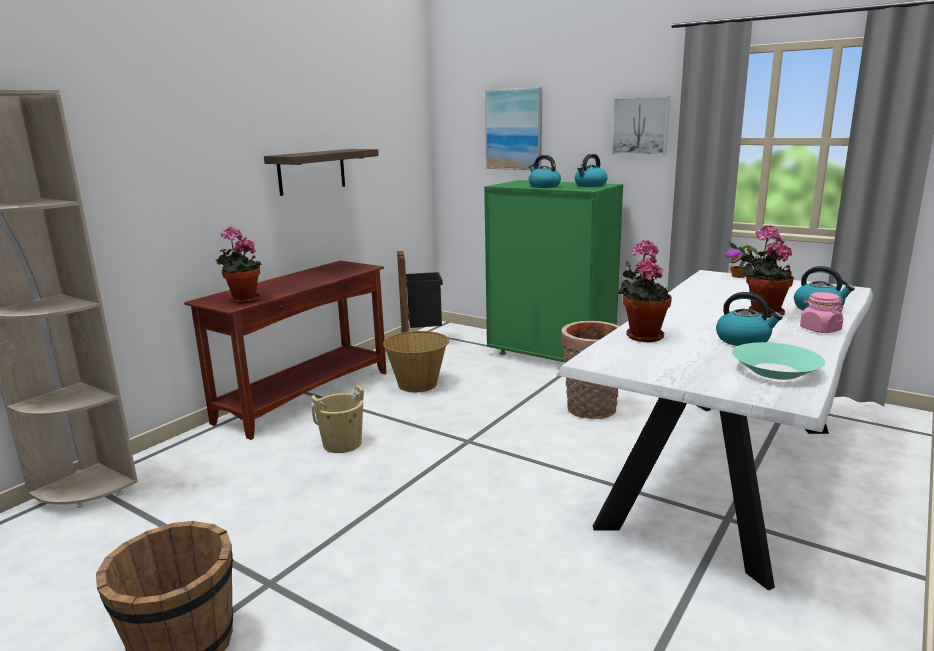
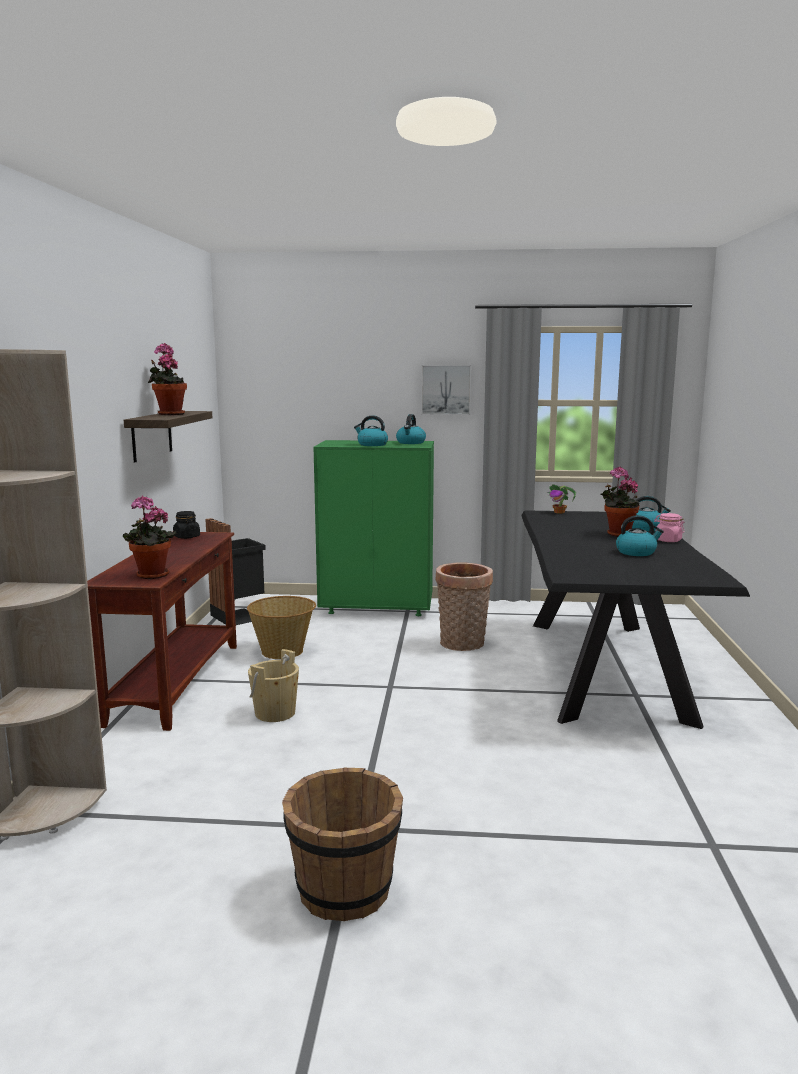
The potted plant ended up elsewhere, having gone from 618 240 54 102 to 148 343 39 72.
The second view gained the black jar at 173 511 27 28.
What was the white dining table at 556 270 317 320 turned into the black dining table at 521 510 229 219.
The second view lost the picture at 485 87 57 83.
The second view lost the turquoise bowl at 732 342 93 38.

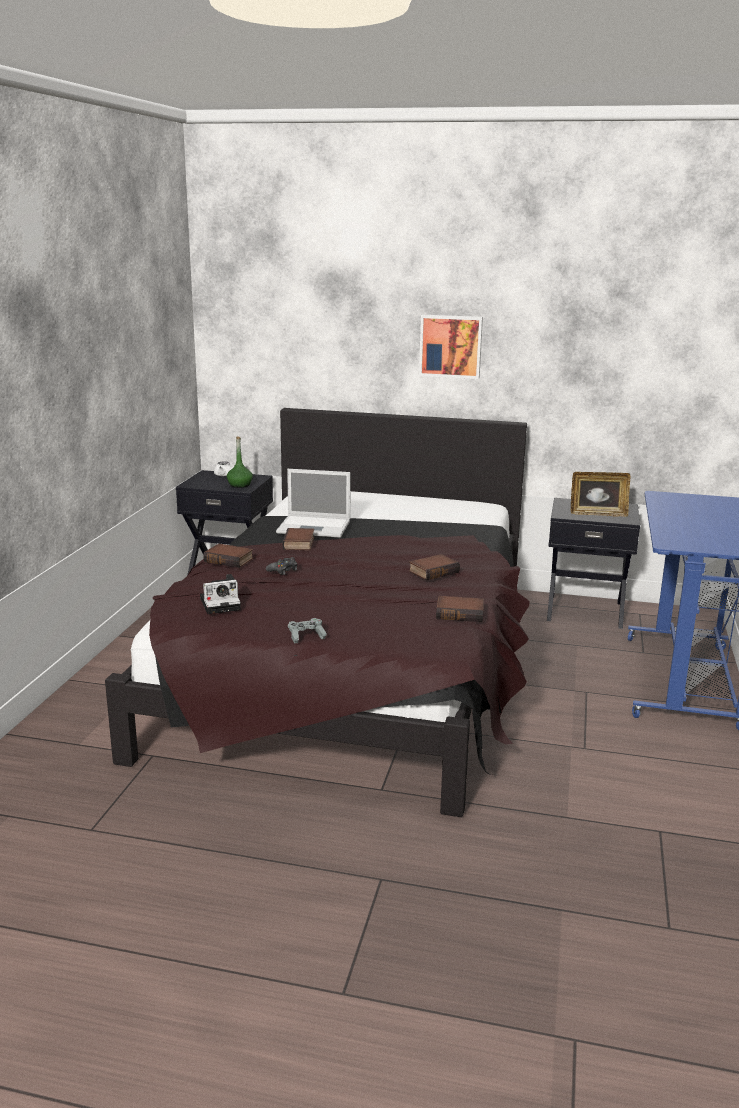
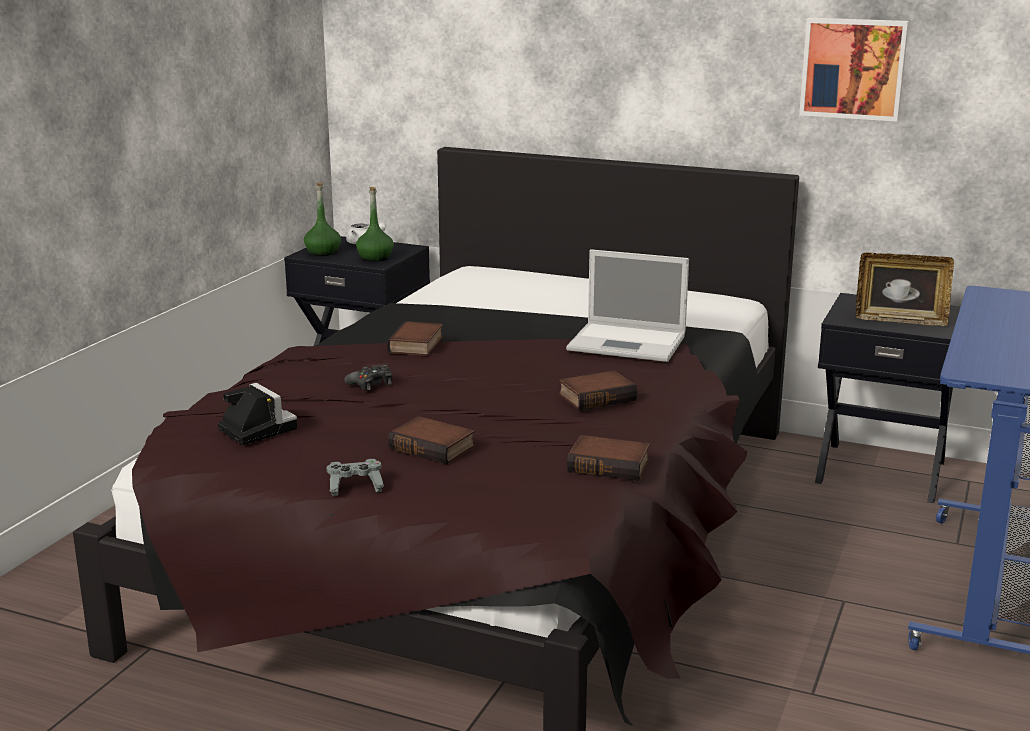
The photo camera at 200 574 41 40 ended up facing another way, 120 degrees counterclockwise from before.
The second view gained the green bottle at 304 183 37 73.
The book ended up elsewhere, having gone from 203 544 51 24 to 388 416 87 48.
The laptop ended up elsewhere, having gone from 276 469 75 69 to 566 249 123 113.
The picture ended up elsewhere, having gone from 419 315 64 64 to 799 18 110 104.

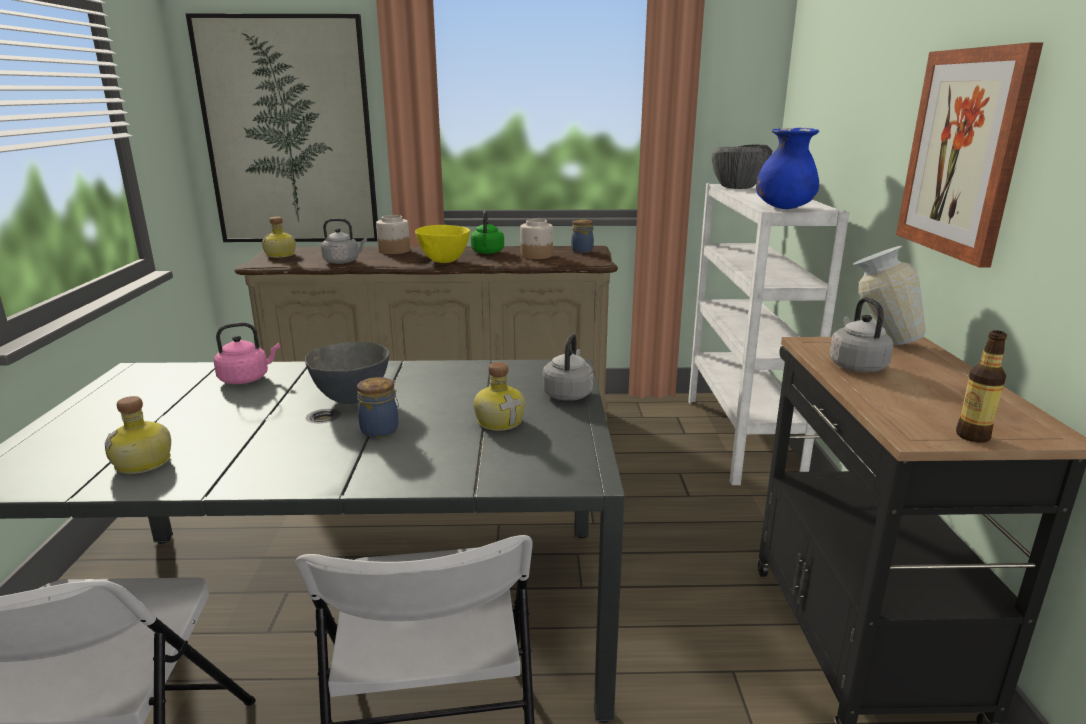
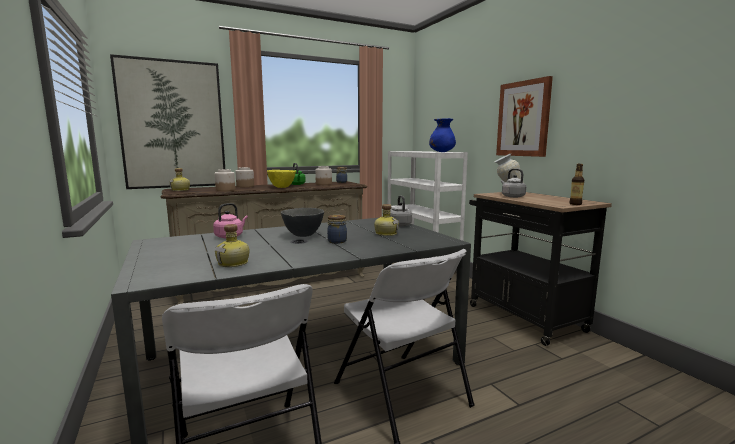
Where the grey kettle stood at 321 218 46 46, the jar came to stand at 215 169 21 22.
The second view lost the bowl at 712 144 60 45.

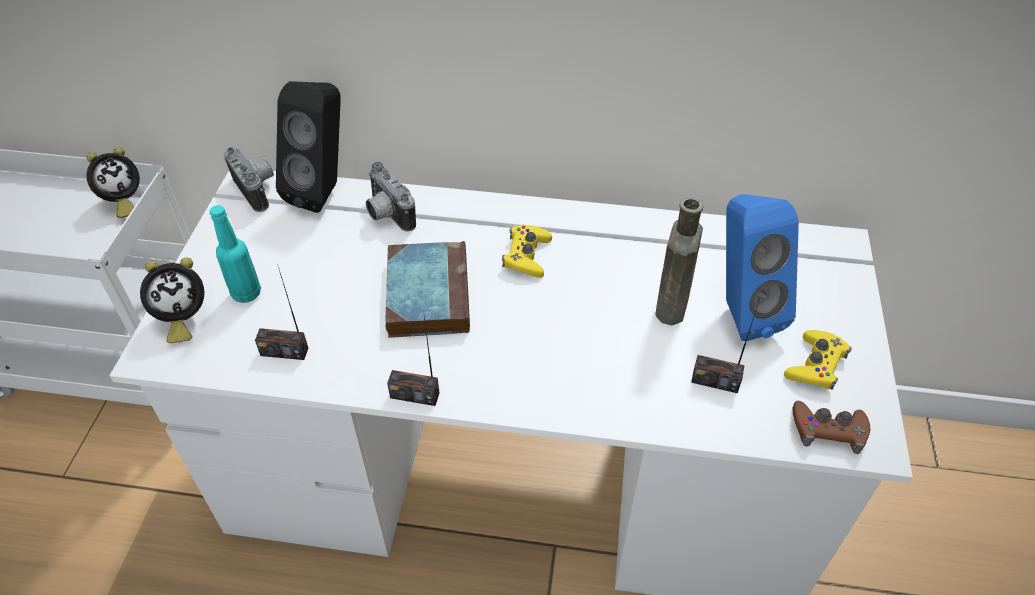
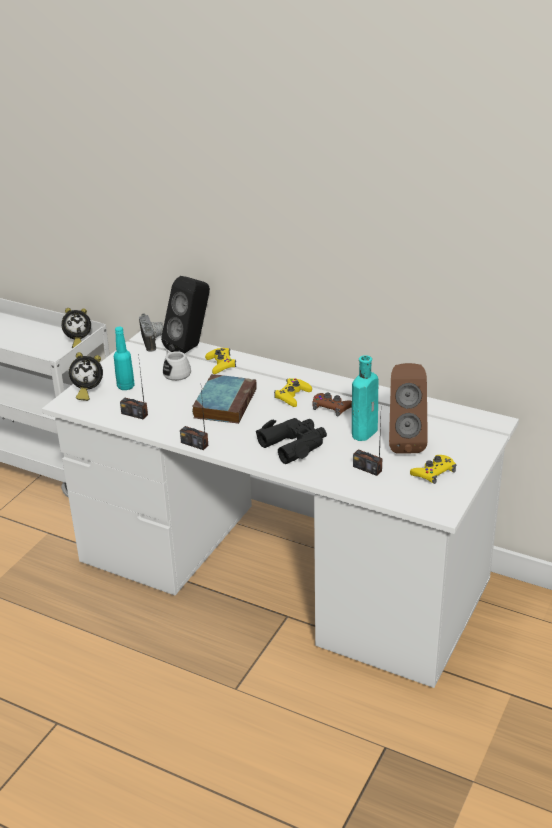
The second view gained the white mug at 163 350 28 31.
Where the photo camera stood at 366 162 50 70, the yellow game controller came to stand at 205 348 31 26.
The second view gained the black binoculars at 256 418 71 46.
The brown game controller ended up elsewhere, having gone from 792 401 79 53 to 313 393 39 23.
What was the brown bottle at 655 197 48 128 turned into the turquoise bottle at 352 355 27 86.
What was the blue speaker at 726 194 73 147 turned into the brown speaker at 389 363 39 91.

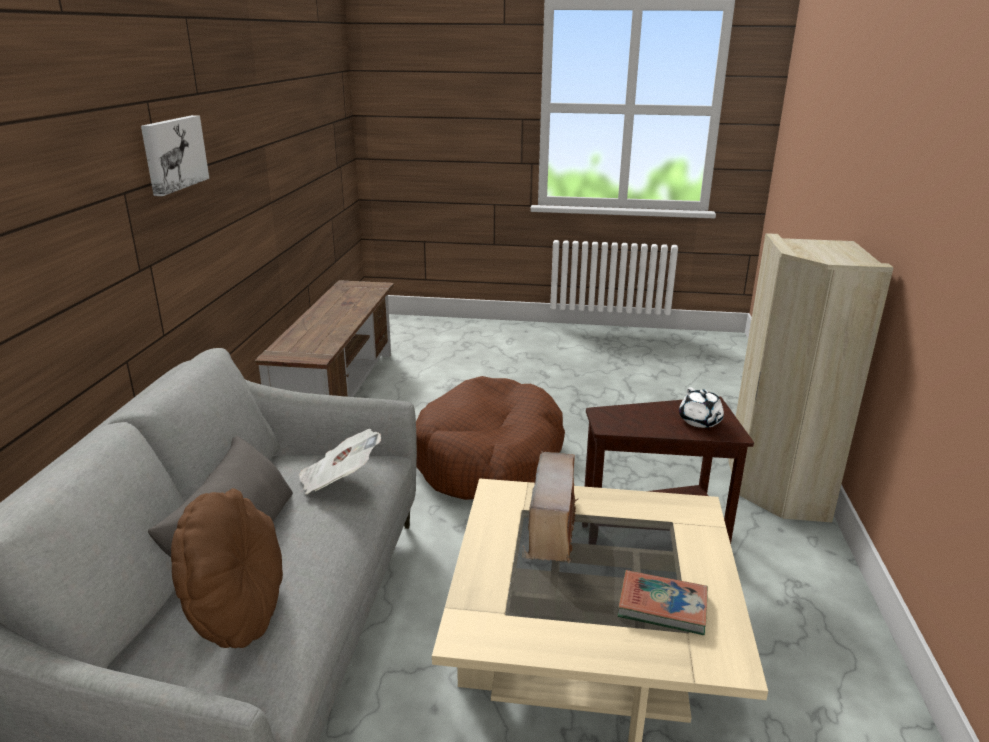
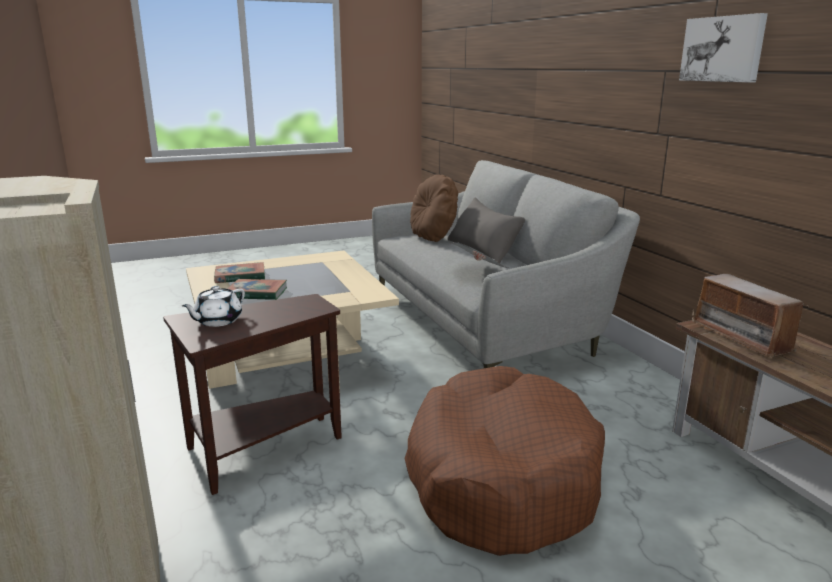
The white teapot at 679 387 45 41 ended up facing another way, 105 degrees counterclockwise from before.
The second view gained the book at 227 279 60 21.
The radio ended up elsewhere, having gone from 522 451 56 112 to 692 274 117 85.

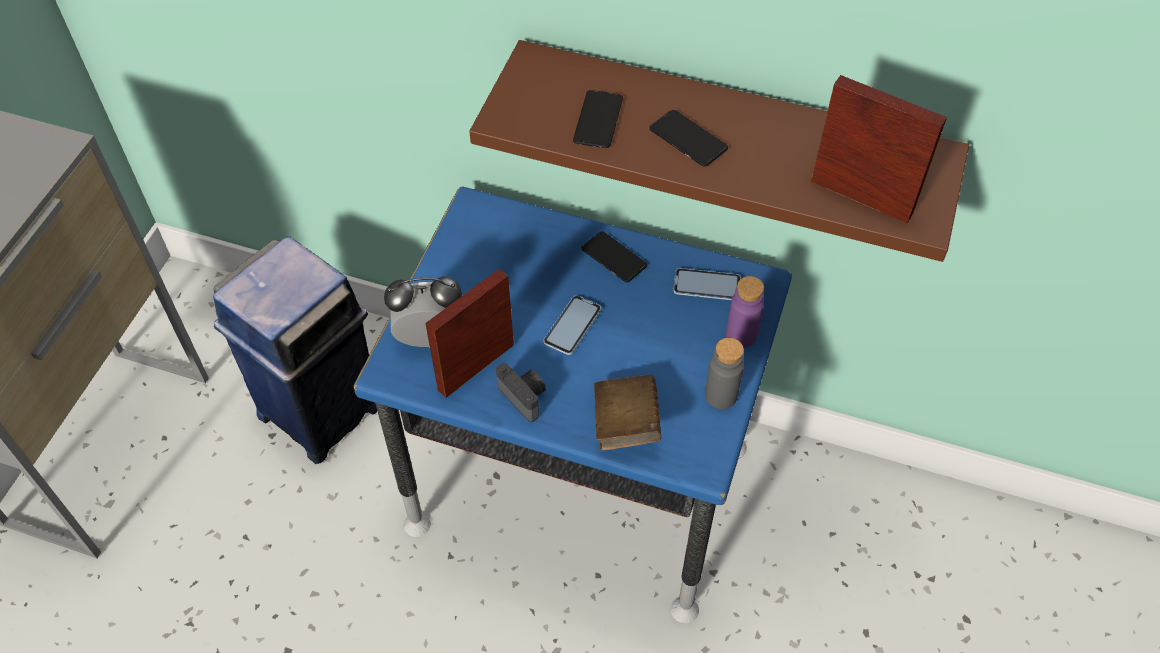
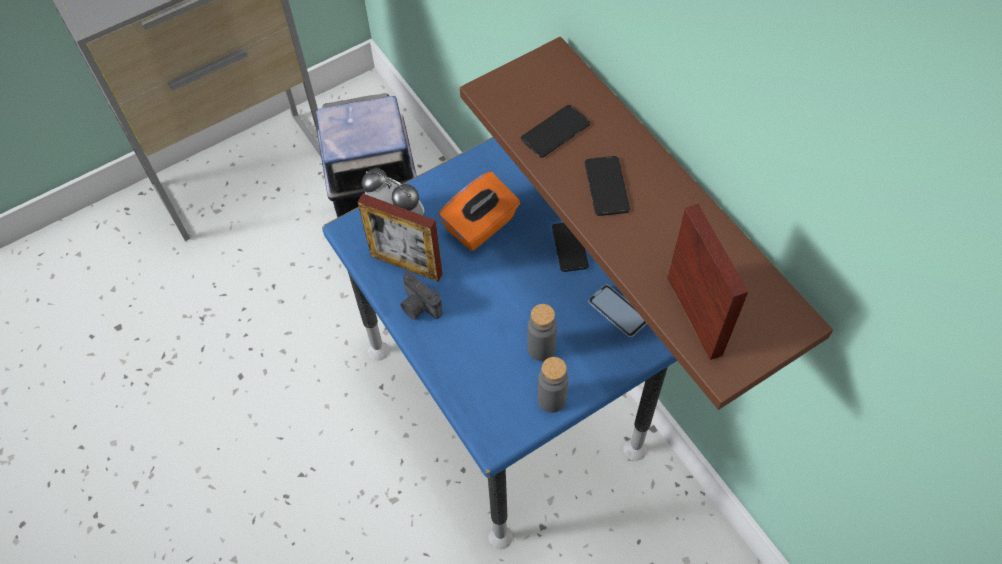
The picture frame at 425 269 89 129 ended up facing another way, 150 degrees counterclockwise from before.
The photo camera at 496 363 50 59 ended up facing another way, 135 degrees clockwise from before.
The second view gained the orange tissue box at 439 172 81 79.
The second view gained the grey bottle at 527 304 30 57.
The second view lost the phone at 544 295 57 60.
The second view lost the brown book at 594 375 68 76.
The second view lost the purple bottle at 726 276 38 72.

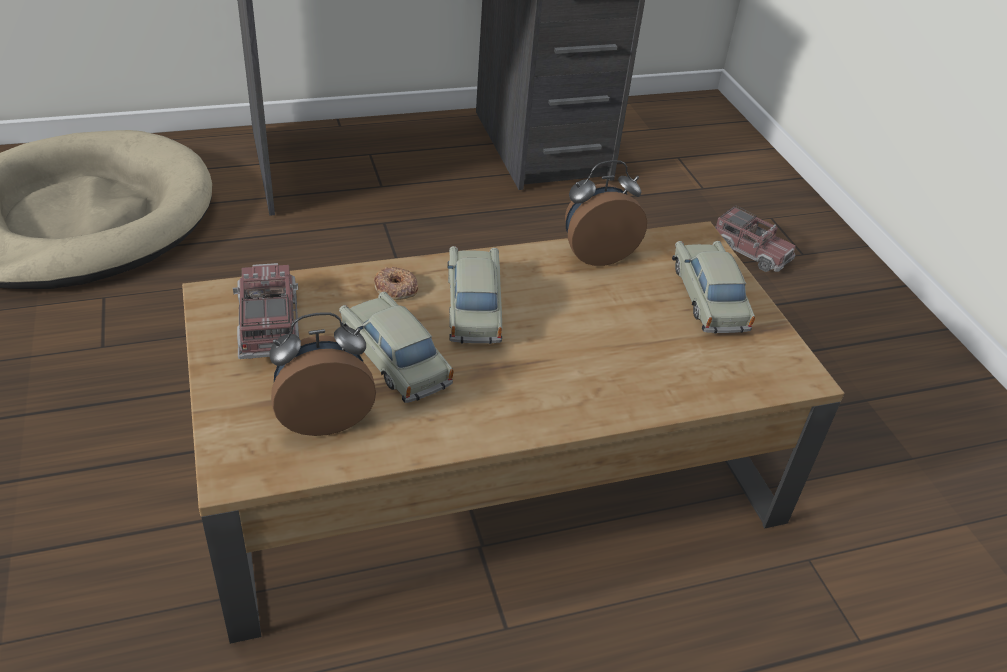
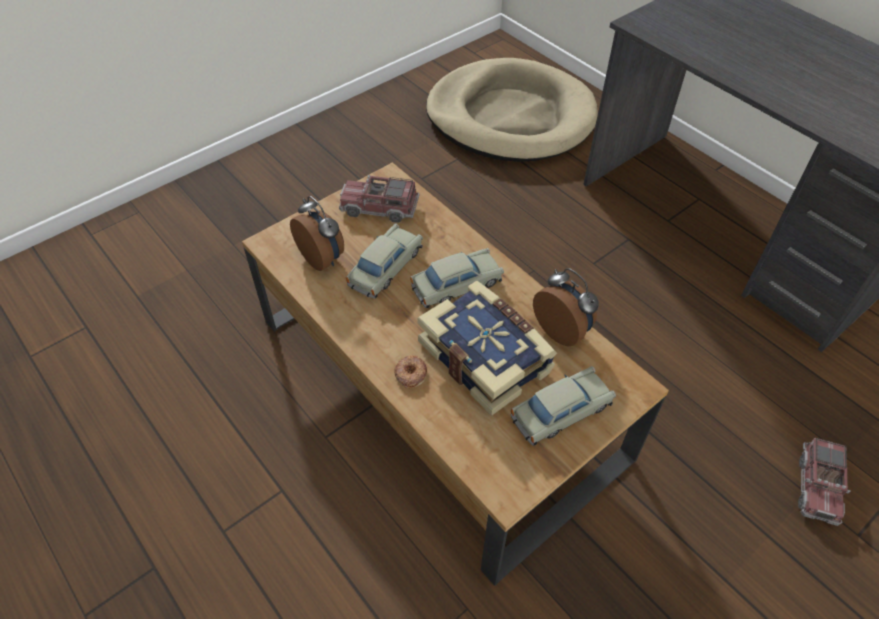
The toy truck at 233 263 66 96 ended up facing another way, 135 degrees counterclockwise from before.
The donut ended up elsewhere, having gone from 374 266 44 34 to 394 355 33 33.
The second view gained the book at 417 281 140 135.

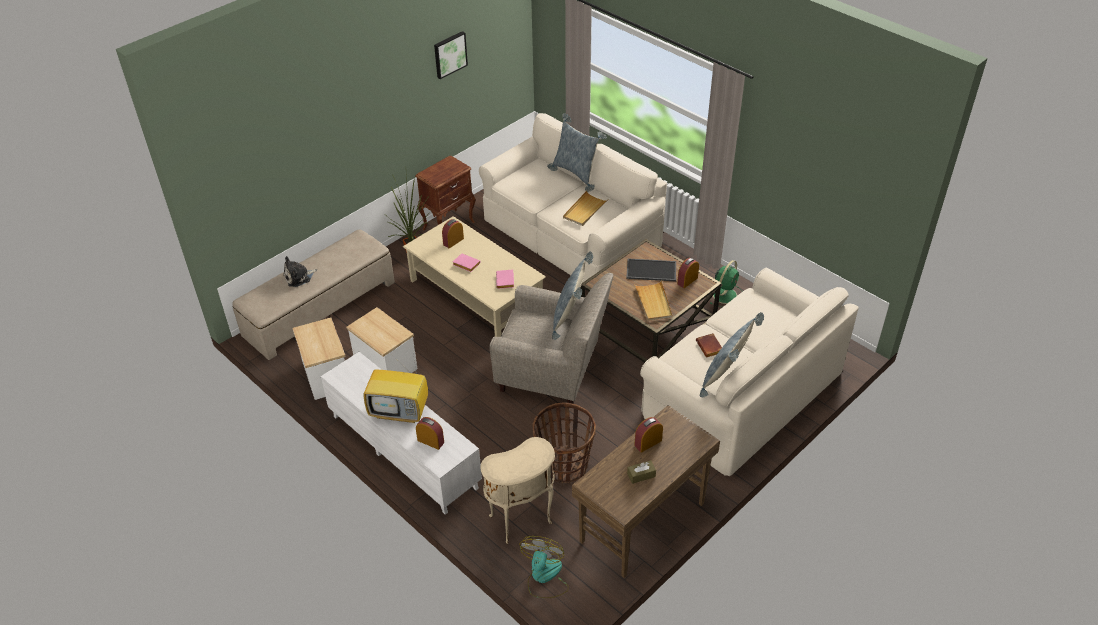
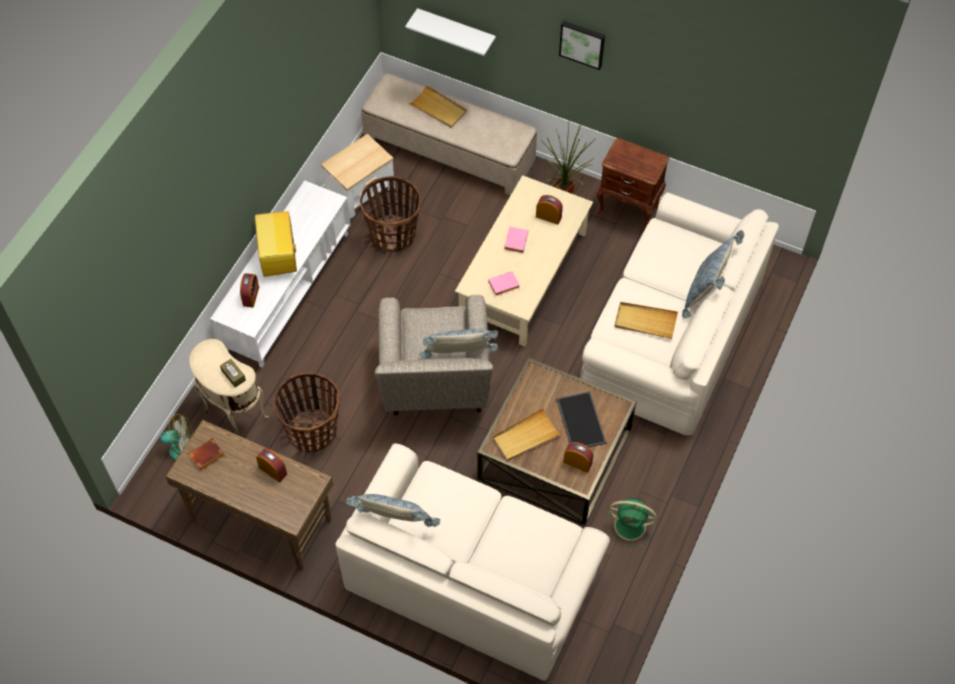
The brown book ended up elsewhere, having gone from 696 333 26 24 to 188 438 37 33.
The brown tissue box ended up elsewhere, having gone from 627 460 29 24 to 220 359 26 28.
Where the side table stood at 346 307 71 66, the basket came to stand at 360 176 61 76.
The second view gained the white shelf at 405 8 91 48.
Where the plush toy stood at 283 256 34 31, the beige tray came to stand at 409 85 58 43.
The picture ended up elsewhere, having gone from 434 31 34 48 to 559 21 46 49.

